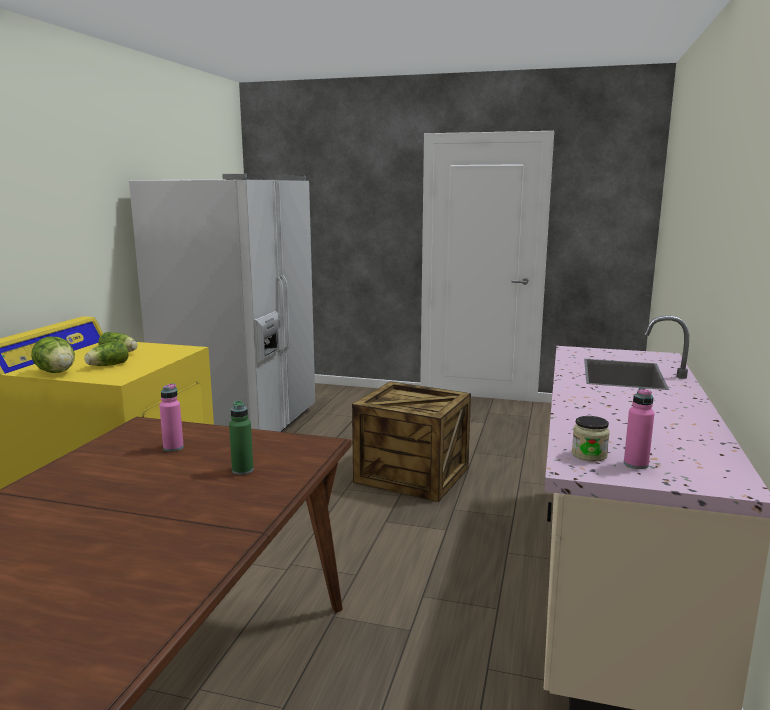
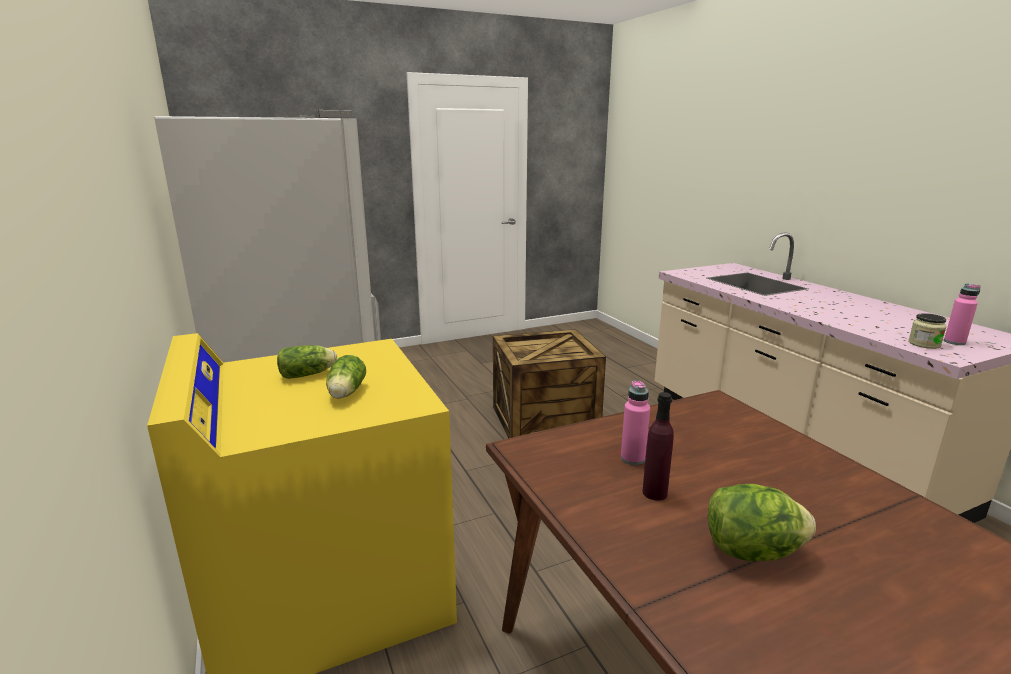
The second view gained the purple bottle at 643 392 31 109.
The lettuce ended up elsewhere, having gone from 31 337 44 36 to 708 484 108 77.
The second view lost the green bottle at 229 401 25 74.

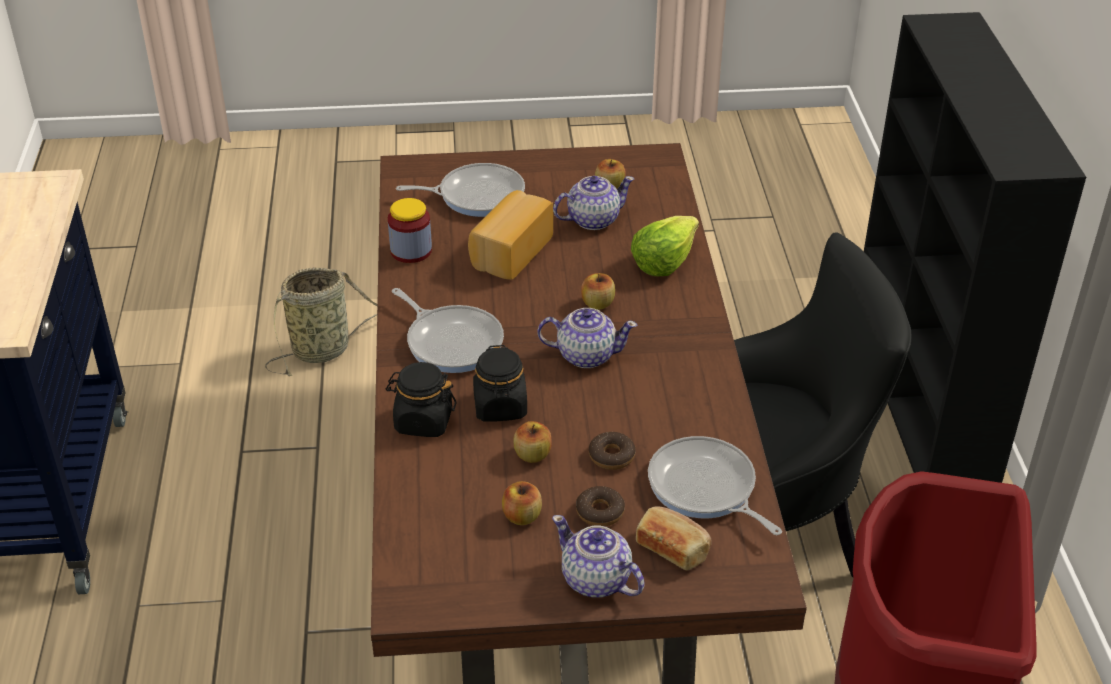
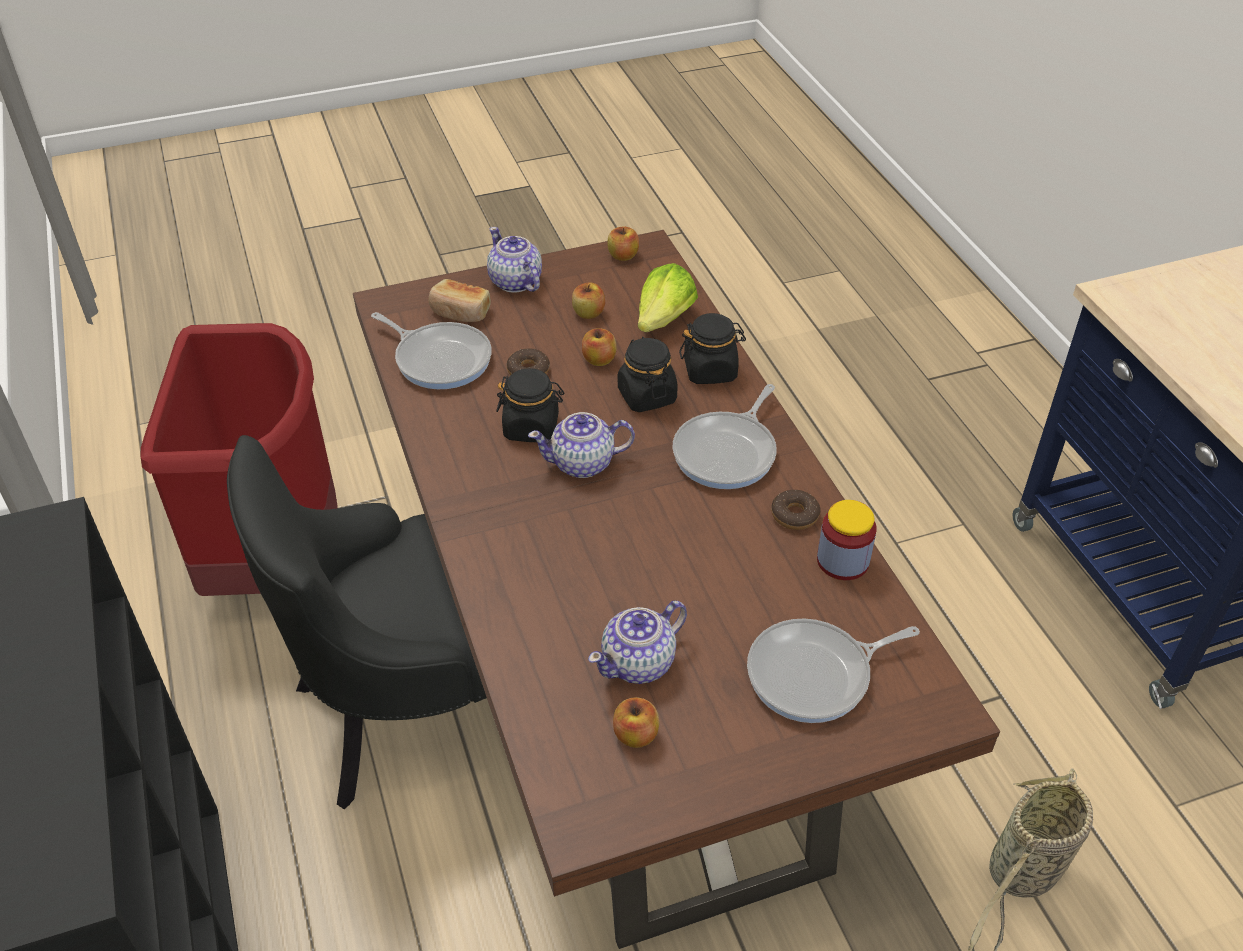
The teapot at 552 515 93 83 ended up facing another way, 150 degrees counterclockwise from before.
The second view gained the black jar at 496 368 68 74.
The apple ended up elsewhere, having gone from 581 273 34 37 to 607 227 32 34.
The lettuce ended up elsewhere, having gone from 631 216 68 60 to 638 263 60 69.
The frying pan at 392 288 112 85 ended up facing another way, 90 degrees counterclockwise from before.
The donut ended up elsewhere, having gone from 576 486 49 41 to 771 490 50 40.
The second view lost the bread at 468 190 85 90.

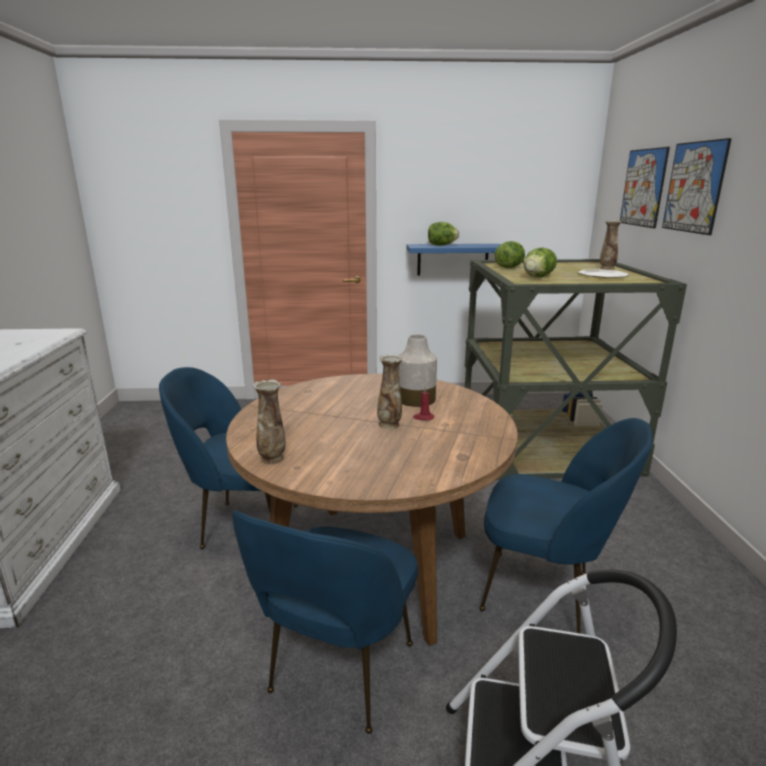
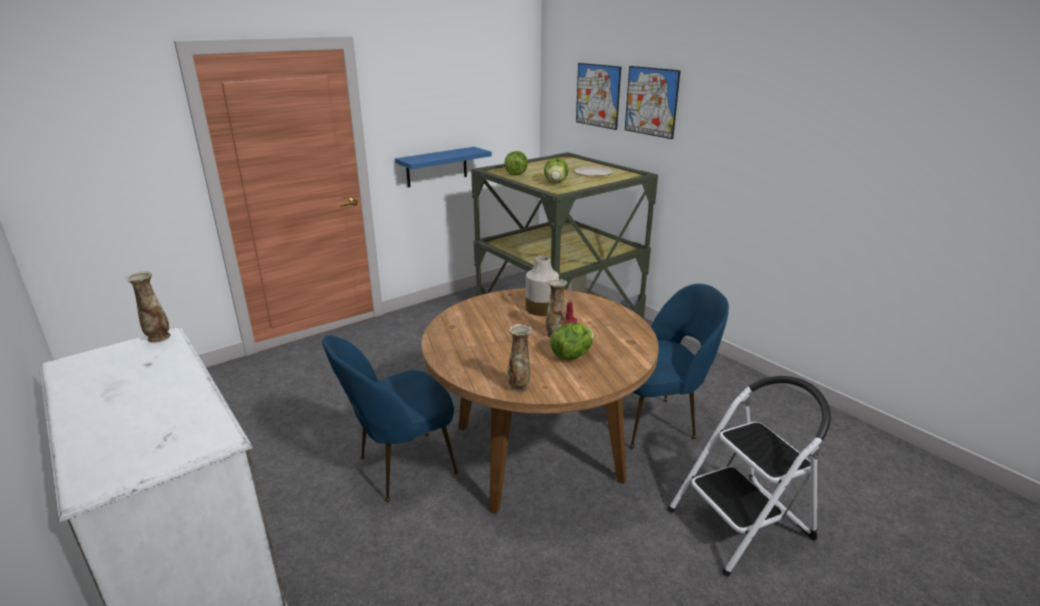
The vase ended up elsewhere, having gone from 600 220 22 50 to 126 271 44 72.
The lettuce ended up elsewhere, having gone from 428 222 31 24 to 550 323 44 37.
The second view lost the blue chair at 232 510 186 224.

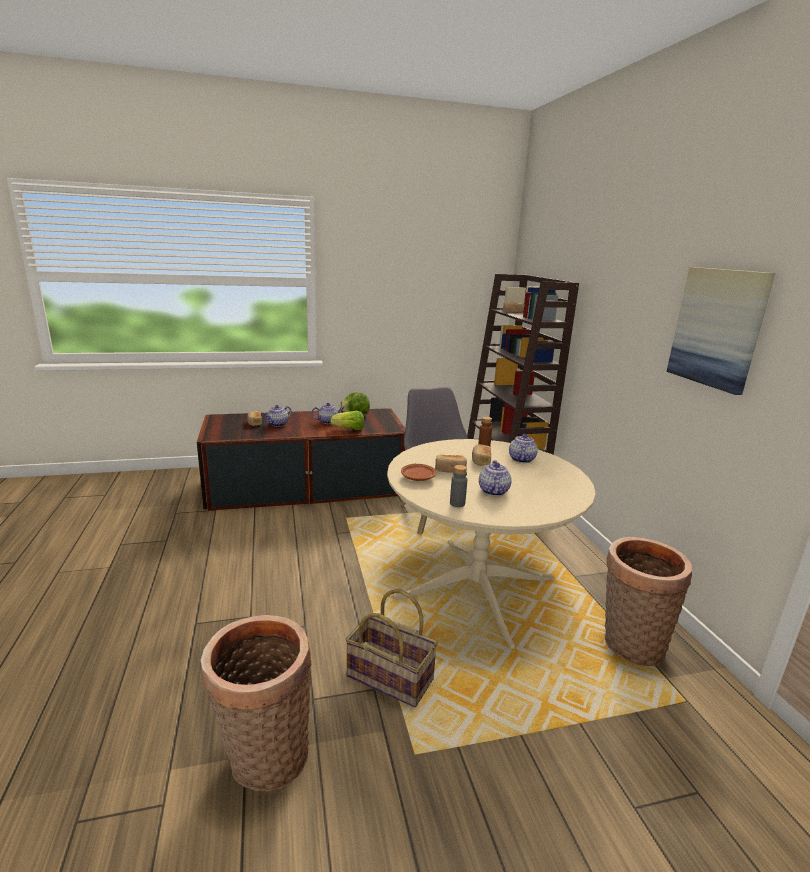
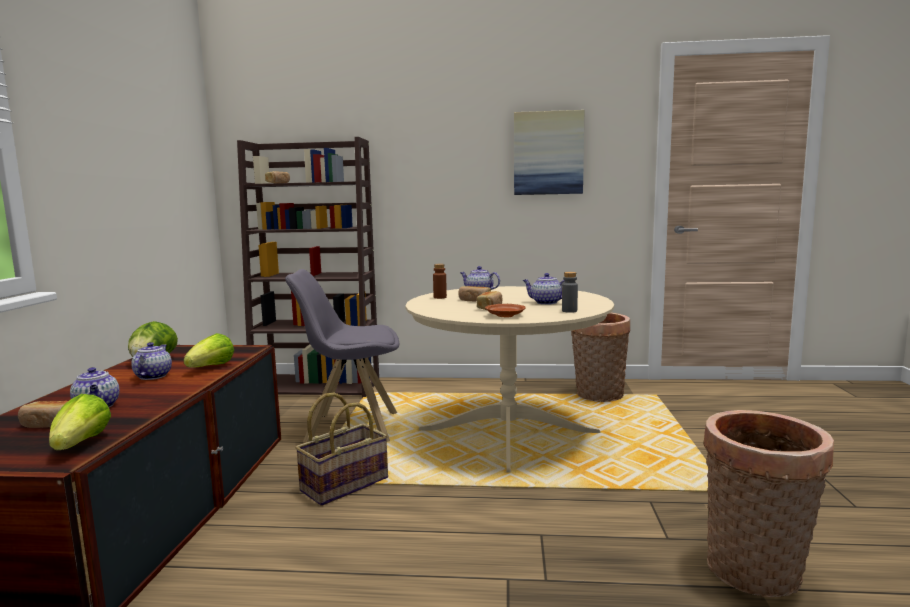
The second view gained the lettuce at 49 394 62 56.
The basket ended up elsewhere, having gone from 345 589 93 118 to 295 392 93 114.

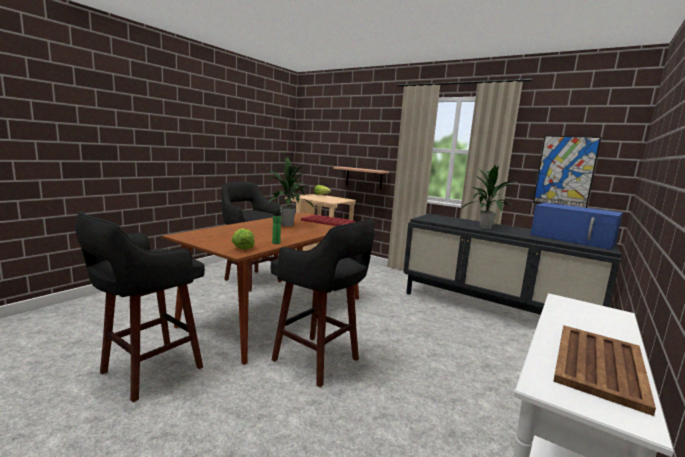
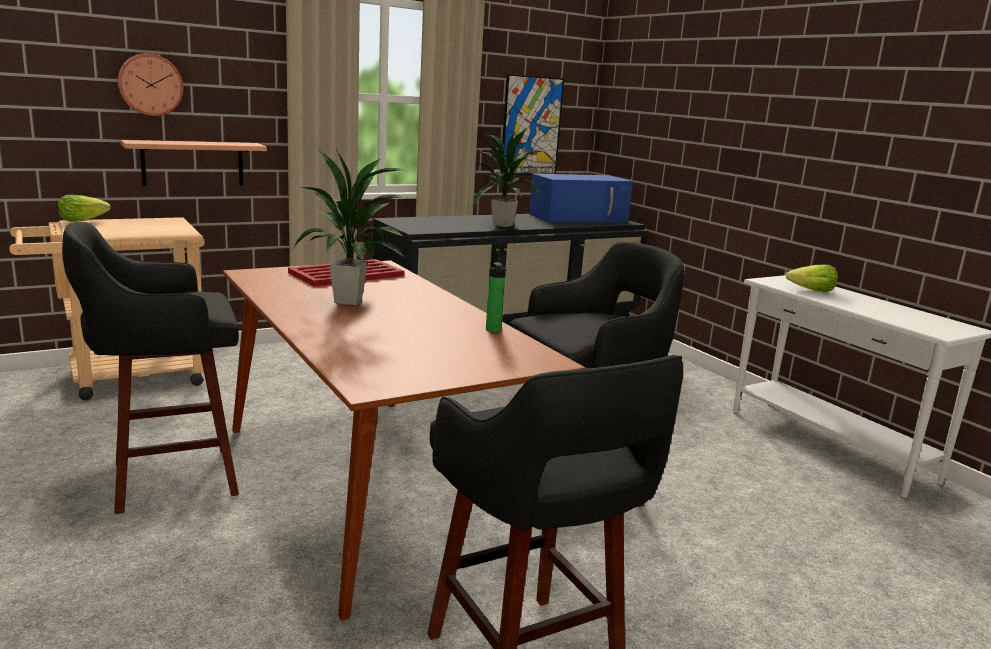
The second view gained the wall clock at 118 53 66 63.
The lettuce ended up elsewhere, having gone from 232 229 23 21 to 786 265 52 27.
The second view lost the brown tray at 553 325 103 91.

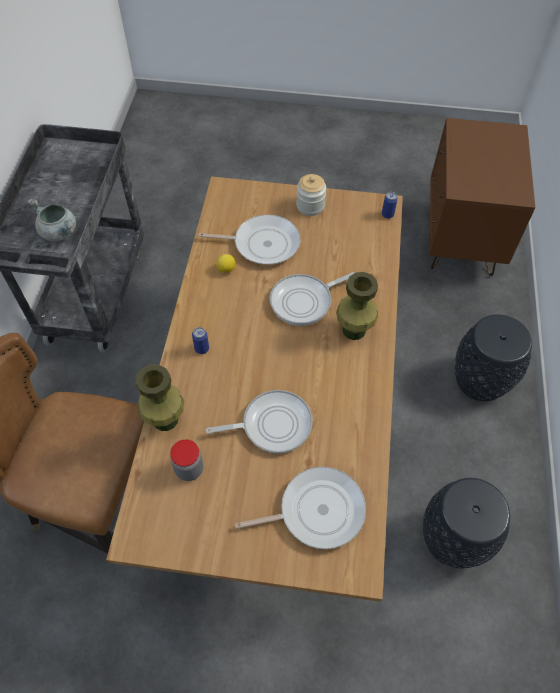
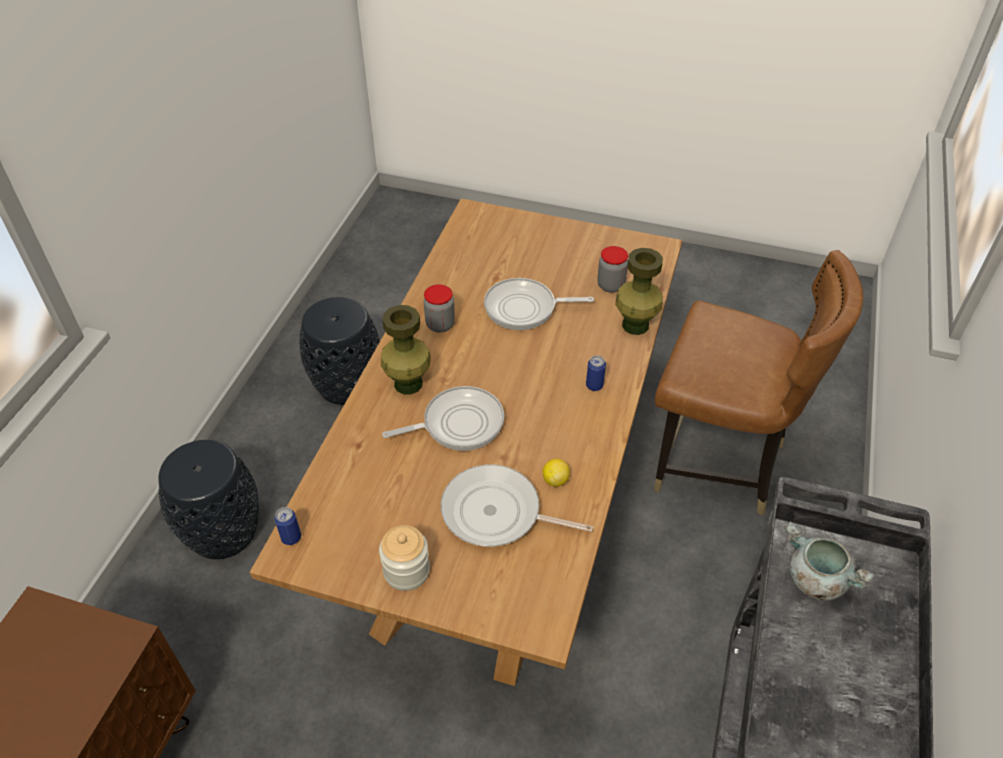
The second view gained the jar at 424 284 31 49.
The second view lost the frying pan at 235 467 131 82.

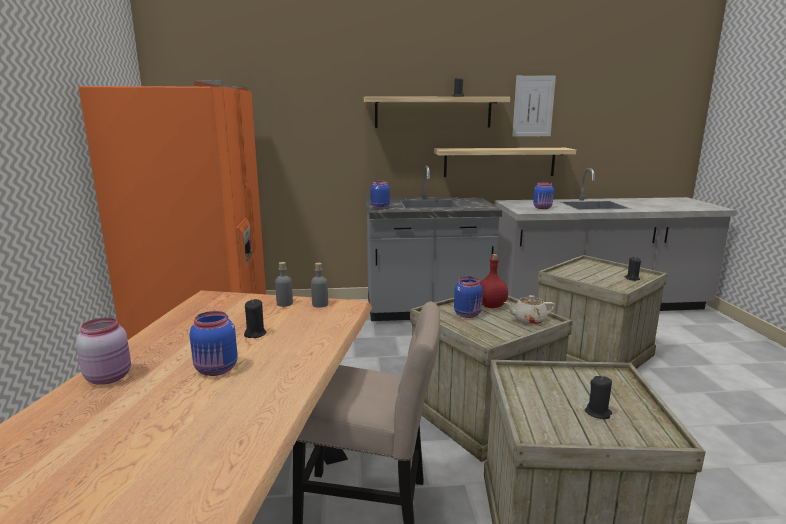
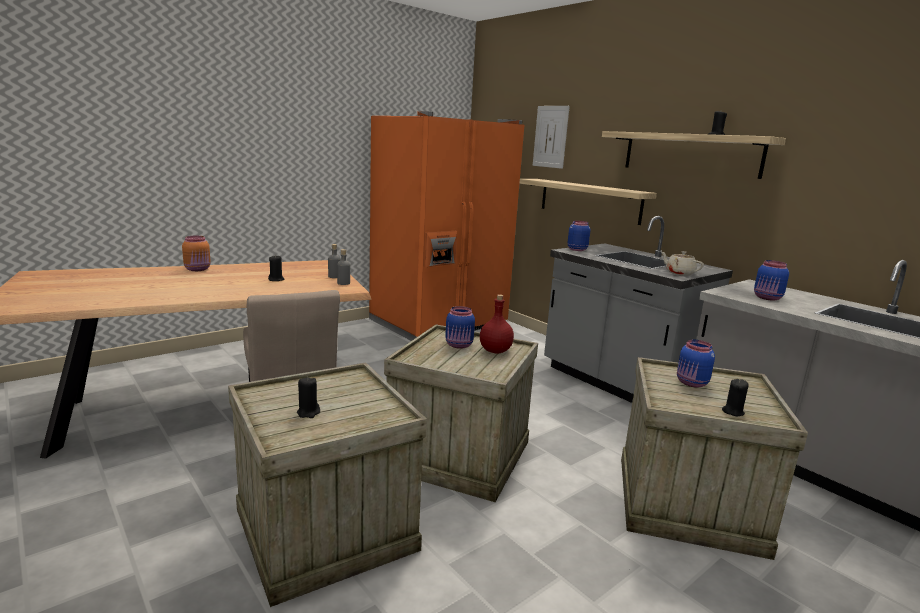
What was the pink jar at 76 317 55 68 turned into the orange jar at 182 236 29 35.
The shelf ended up elsewhere, having gone from 434 148 142 29 to 520 179 137 46.
The picture ended up elsewhere, having gone from 512 76 44 60 to 533 106 37 63.
The beige teapot ended up elsewhere, having gone from 504 295 51 30 to 661 251 43 25.
The blue jar ended up elsewhere, having gone from 189 311 48 65 to 677 340 38 48.

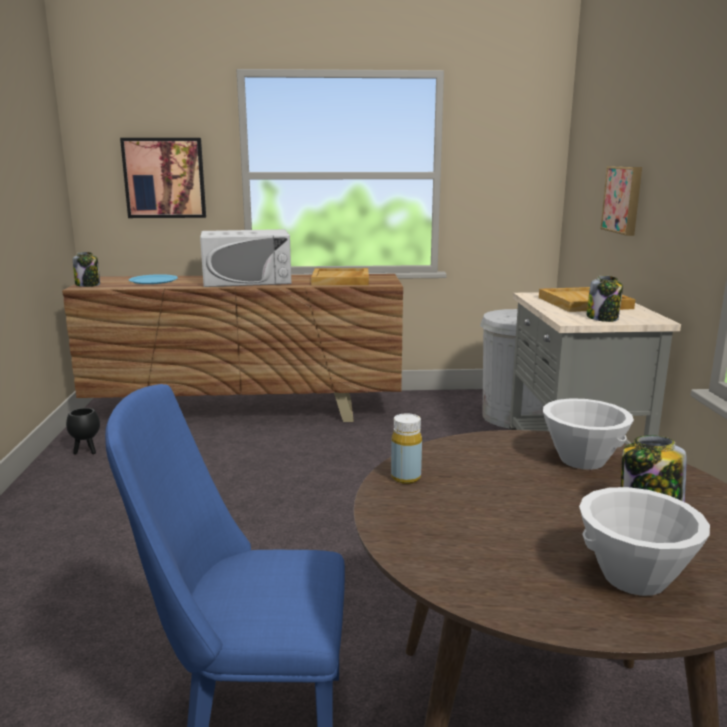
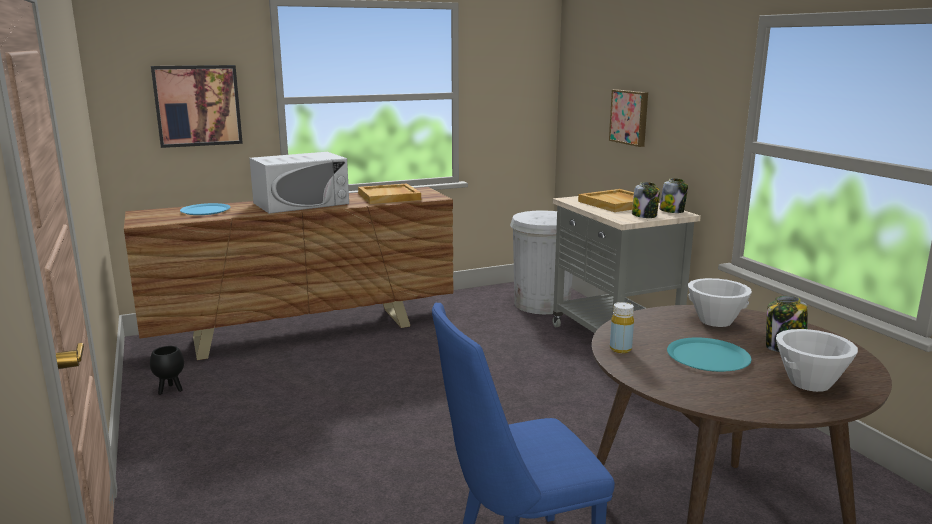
The jar ended up elsewhere, having gone from 73 252 27 35 to 659 178 29 35.
The second view gained the turquoise plate at 667 337 84 35.

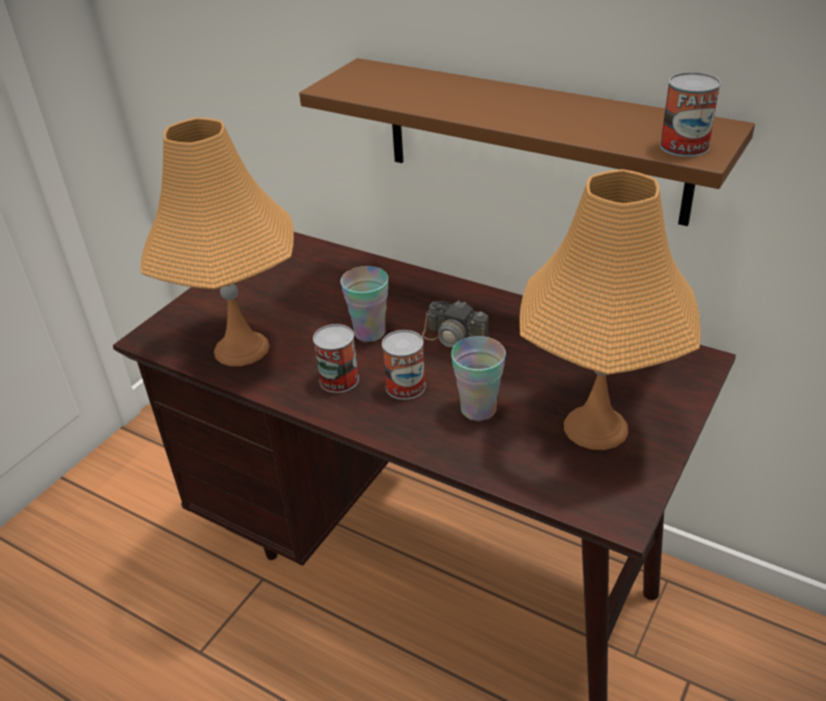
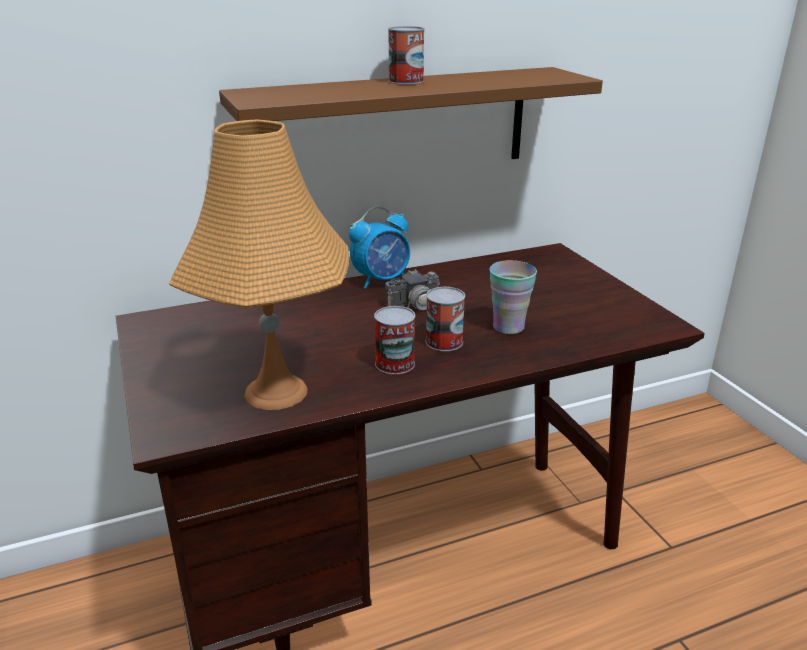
The second view gained the alarm clock at 349 206 61 83.
The can ended up elsewhere, having gone from 660 72 61 85 to 388 26 37 59.
The second view lost the cup at 341 266 48 76.
The second view lost the orange table lamp at 519 169 182 281.

